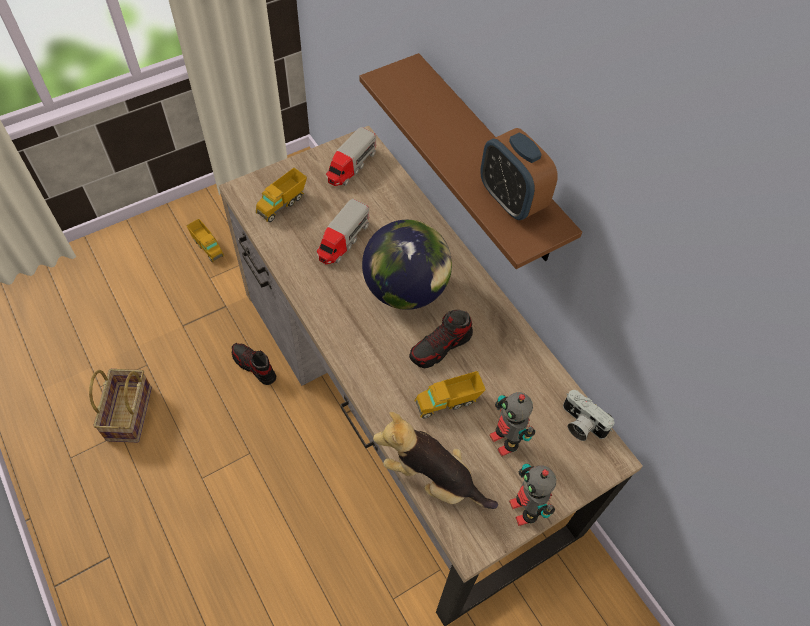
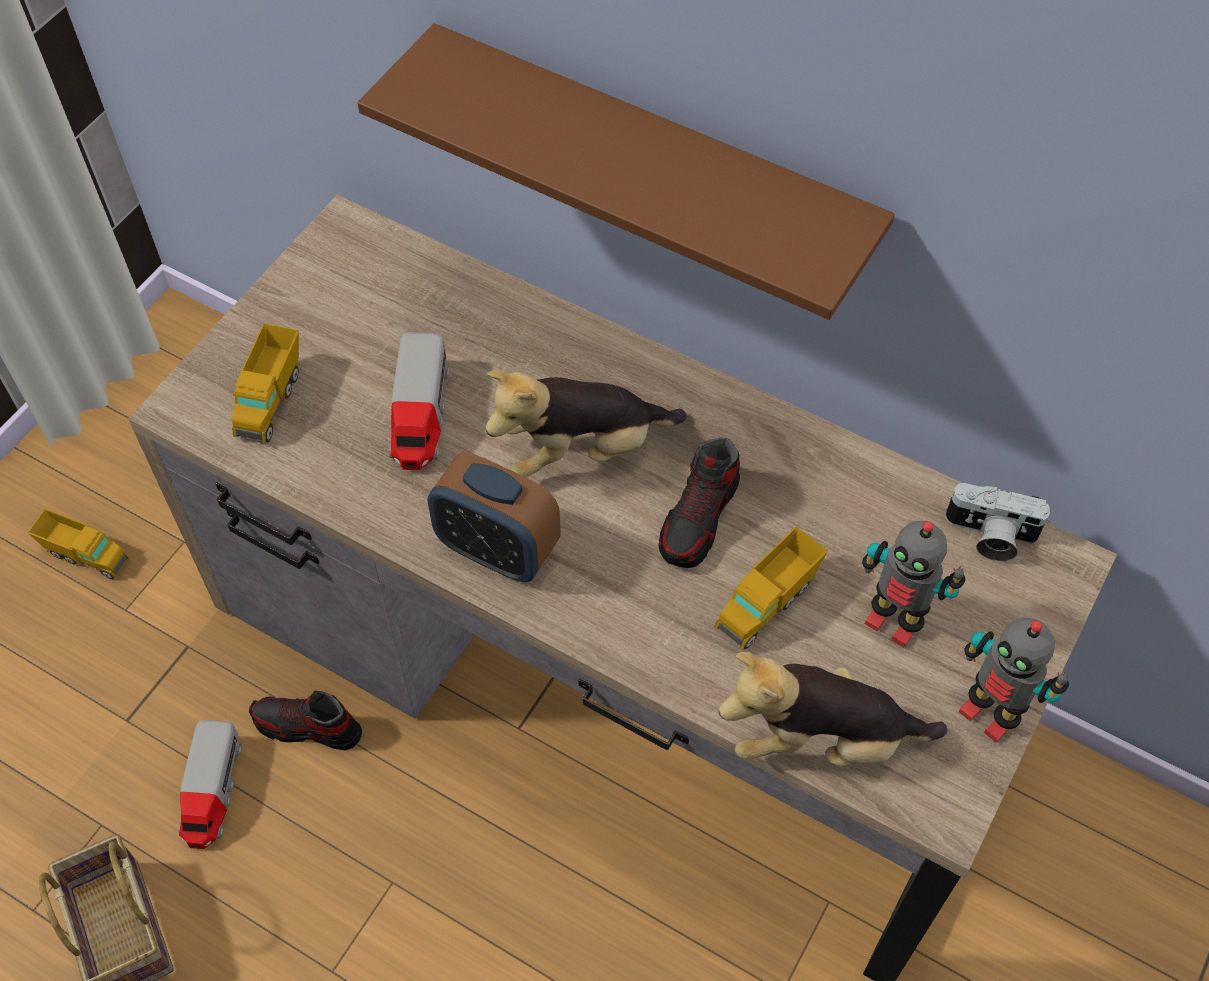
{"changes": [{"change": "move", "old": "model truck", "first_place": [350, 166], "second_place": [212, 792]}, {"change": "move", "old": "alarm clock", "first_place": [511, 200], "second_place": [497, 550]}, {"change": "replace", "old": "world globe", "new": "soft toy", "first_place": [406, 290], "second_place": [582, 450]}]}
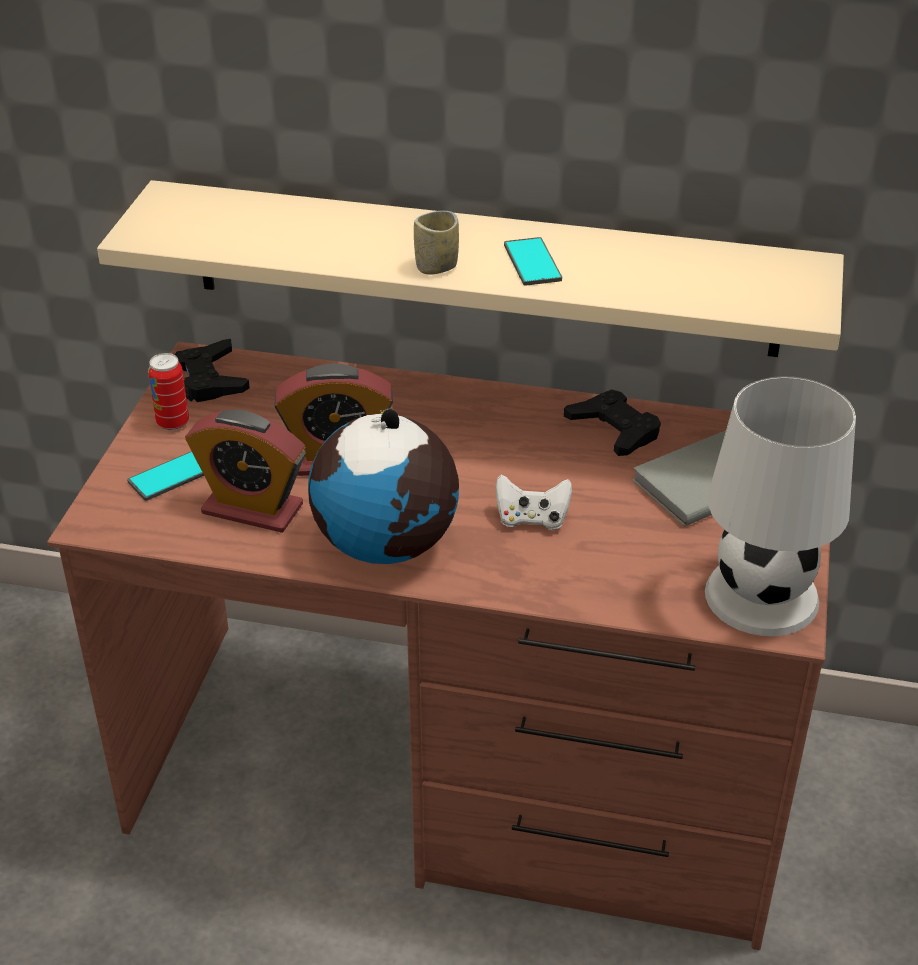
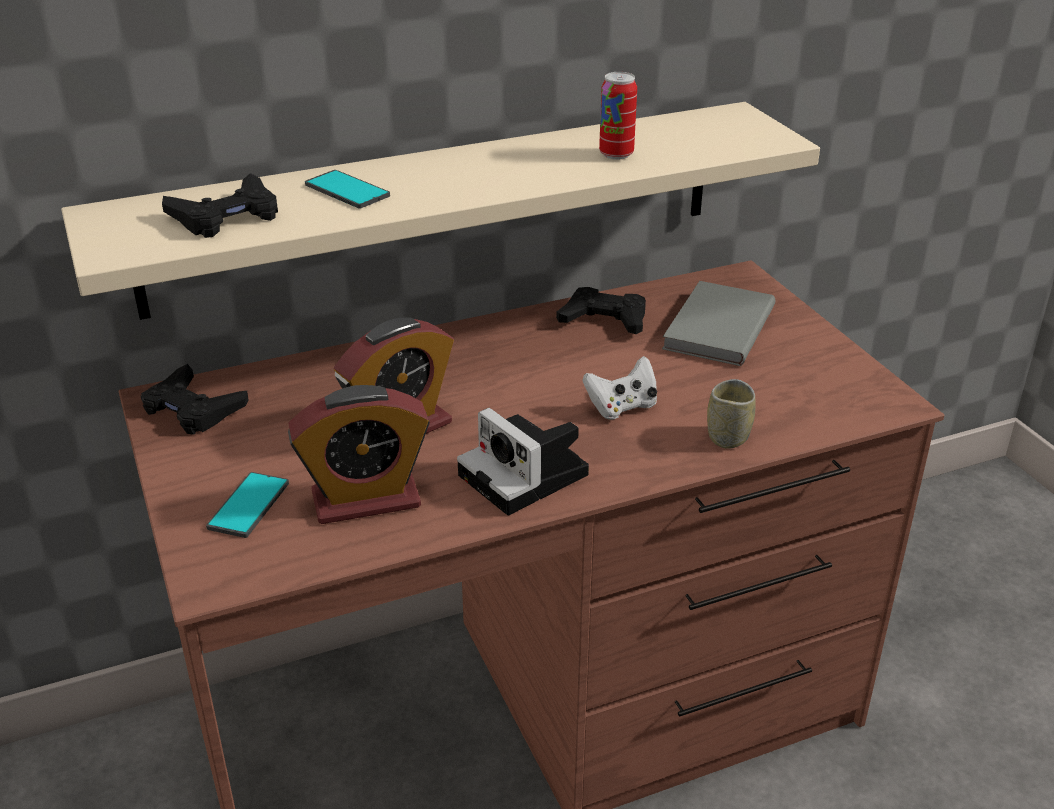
{"changes": [{"change": "move", "old": "small cup", "first_place": [436, 266], "second_place": [728, 437]}, {"change": "move", "old": "telephone", "first_place": [532, 262], "second_place": [347, 191]}, {"change": "move", "old": "metal can", "first_place": [173, 423], "second_place": [616, 154]}, {"change": "delete", "old": "white table lamp", "first_place": [763, 596]}, {"change": "replace", "old": "world globe", "new": "photo camera", "first_place": [387, 545], "second_place": [527, 477]}, {"change": "insert", "new": "blackish gamepad", "second_place": [226, 216]}]}
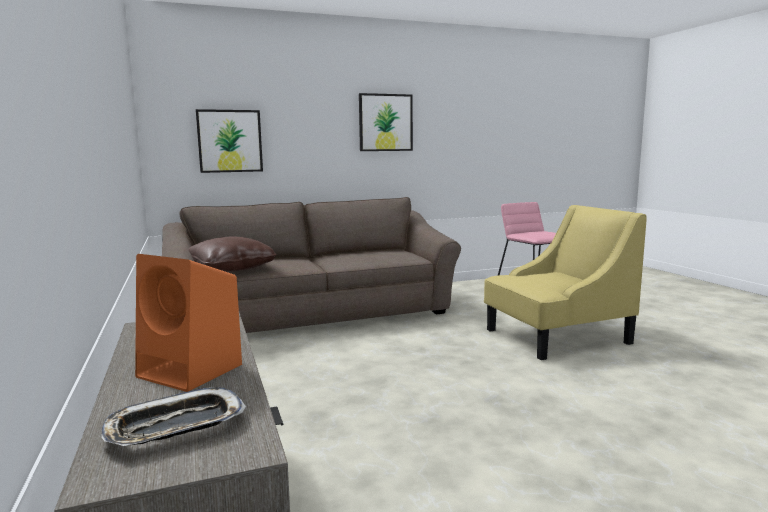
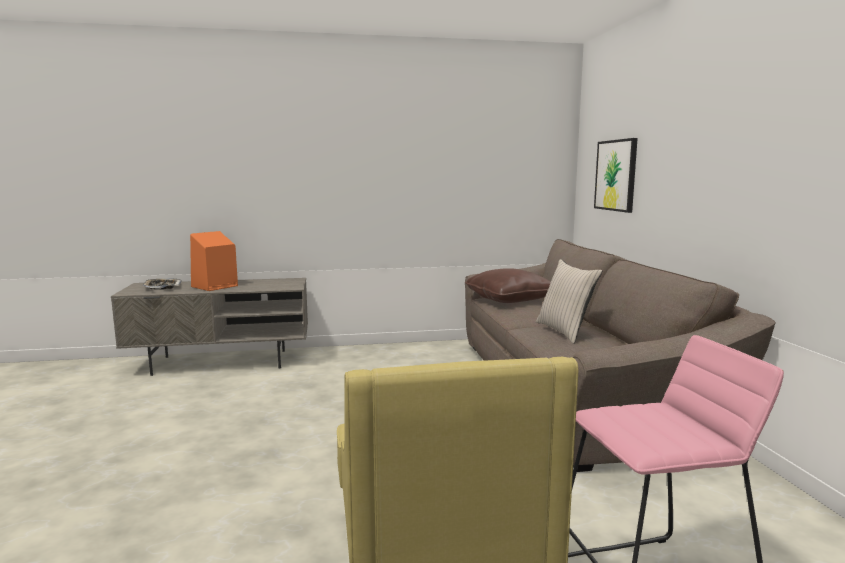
{"changes": [{"change": "delete", "old": "wall picture", "first_place": [385, 122]}, {"change": "insert", "new": "beige-coloured cushion", "second_place": [564, 332]}]}
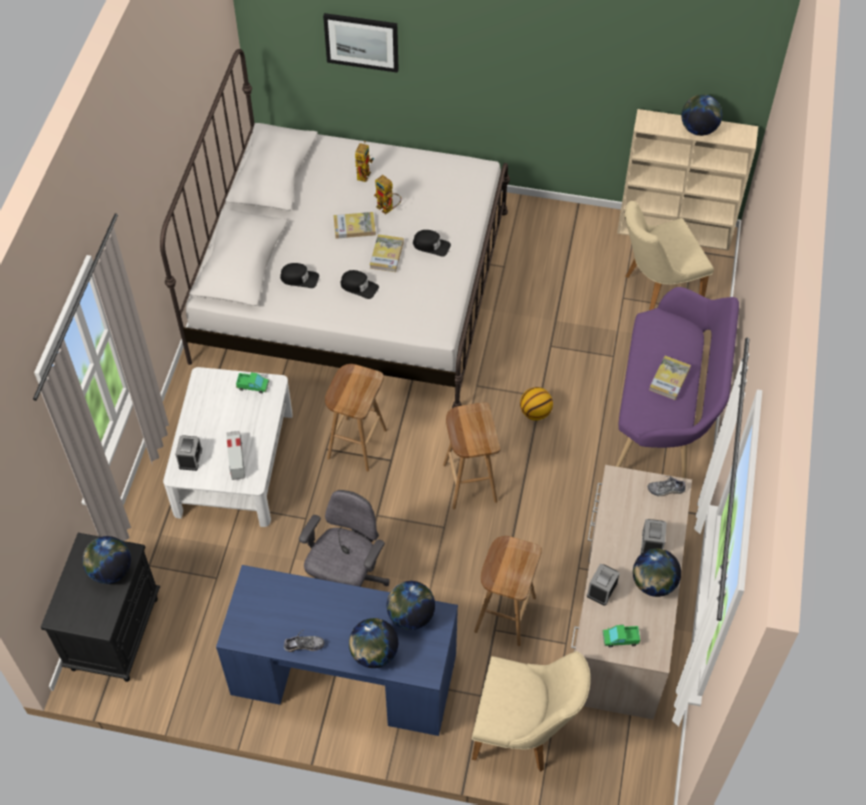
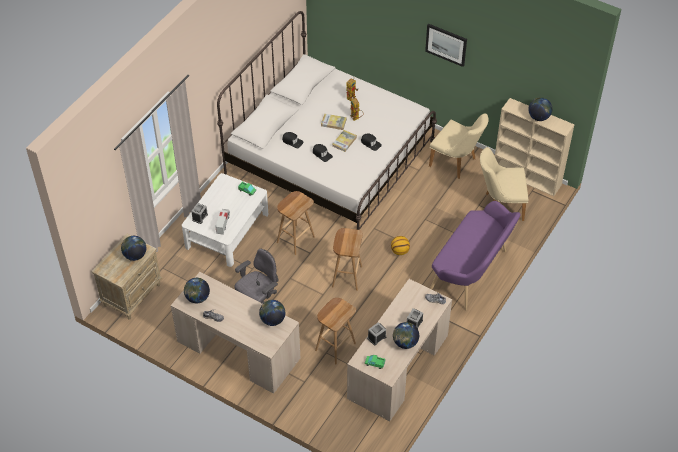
{"changes": [{"change": "move", "old": "wall picture", "first_place": [361, 41], "second_place": [446, 44]}, {"change": "delete", "old": "book", "first_place": [669, 379]}, {"change": "recolor", "old": "blackish nightstand", "new": "beige-coloured nightstand", "first_place": [114, 632], "second_place": [132, 294]}, {"change": "recolor", "old": "blue-coloured desk", "new": "beige-coloured desk", "first_place": [343, 673], "second_place": [238, 349]}, {"change": "move", "old": "world globe", "first_place": [374, 653], "second_place": [197, 298]}, {"change": "move", "old": "beige-coloured upright chair", "first_place": [524, 733], "second_place": [456, 163]}]}
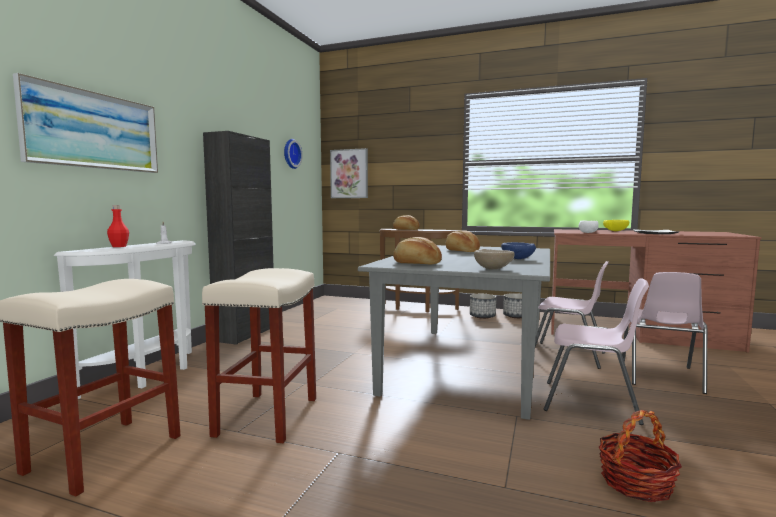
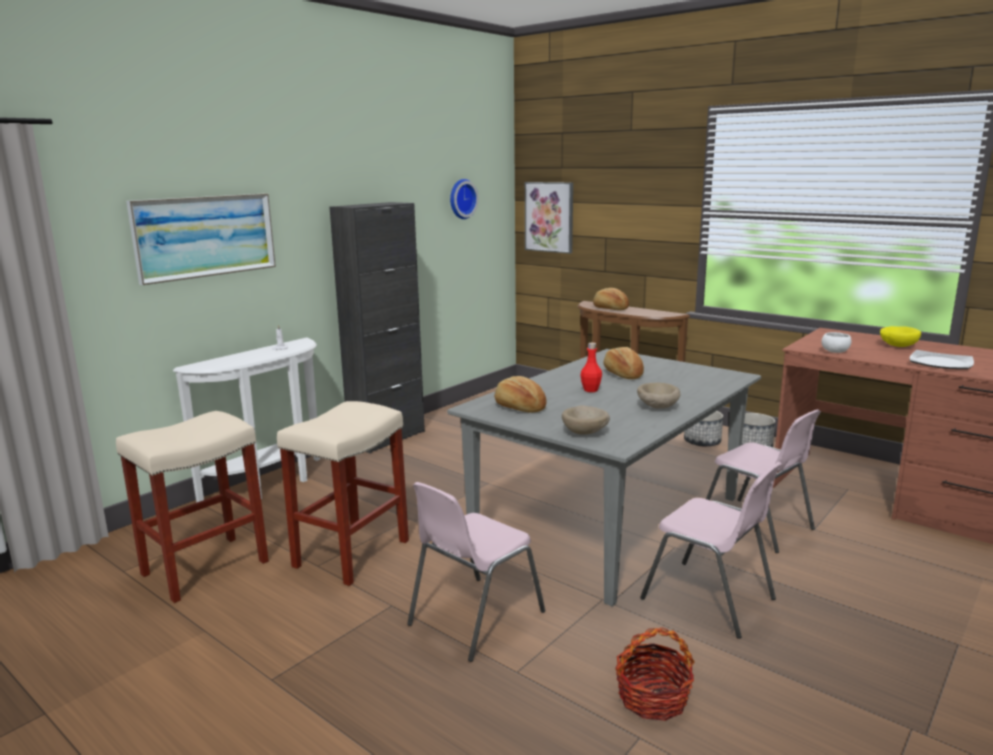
{"changes": [{"change": "move", "old": "reddish bottle", "first_place": [119, 246], "second_place": [591, 390]}, {"change": "recolor", "old": "blue-coloured serving bowl", "new": "beige-coloured serving bowl", "first_place": [517, 259], "second_place": [657, 407]}, {"change": "move", "old": "pinkish upright chair", "first_place": [660, 376], "second_place": [474, 618]}]}
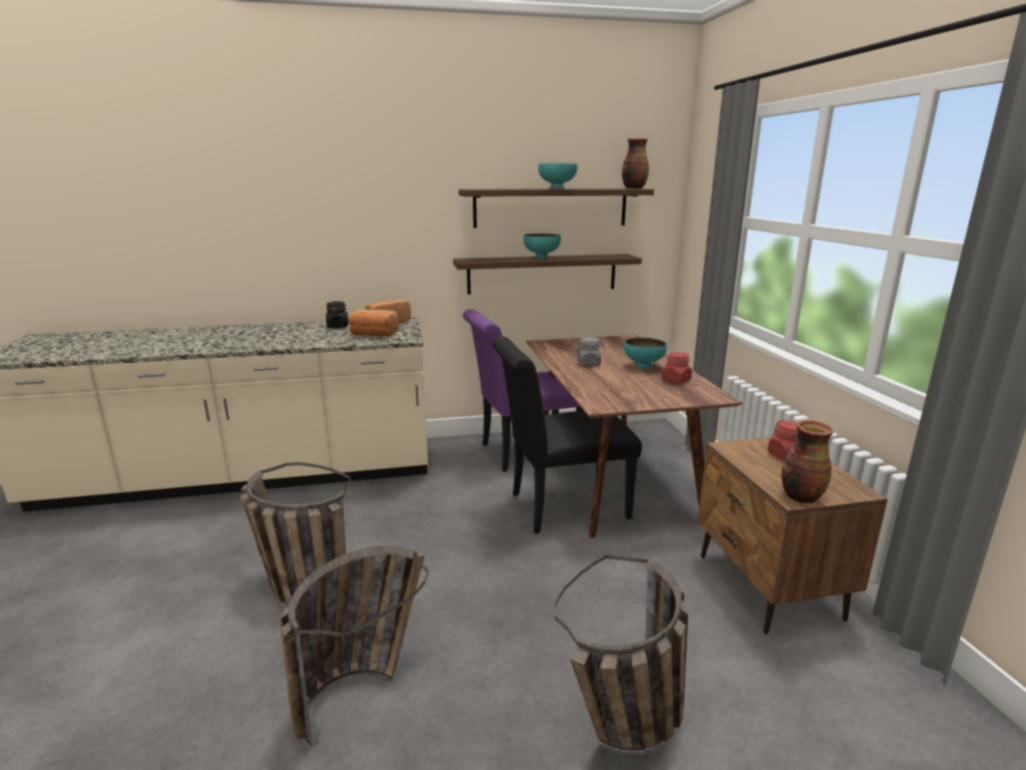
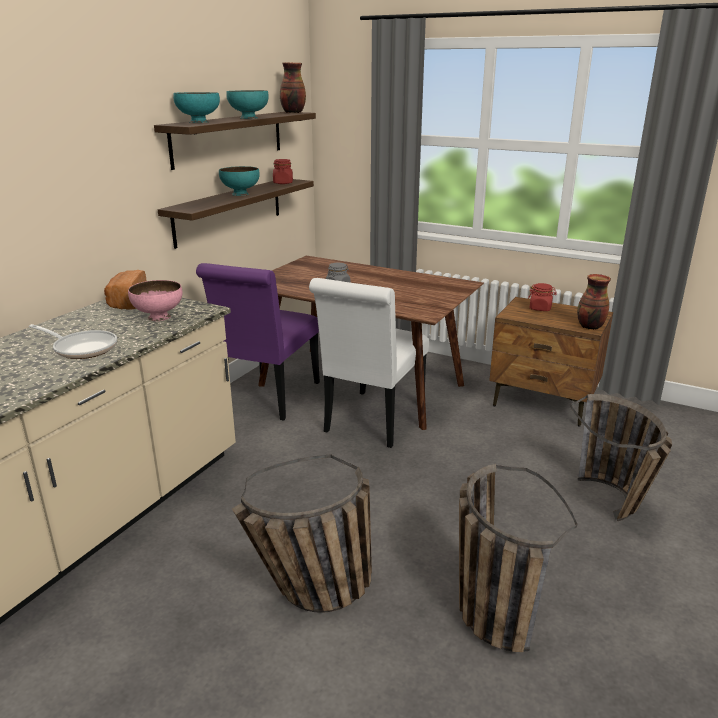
{"changes": [{"change": "delete", "old": "blackish preserve jar", "first_place": [338, 326]}, {"change": "replace", "old": "bakery bread", "new": "pinkish serving bowl", "first_place": [373, 335], "second_place": [158, 317]}, {"change": "recolor", "old": "blackish upright chair", "new": "white upright chair", "first_place": [561, 507], "second_place": [372, 422]}, {"change": "move", "old": "turquoise serving bowl", "first_place": [643, 367], "second_place": [198, 122]}, {"change": "move", "old": "reddish preserve jar", "first_place": [676, 380], "second_place": [283, 183]}, {"change": "insert", "new": "skillet", "second_place": [82, 348]}]}
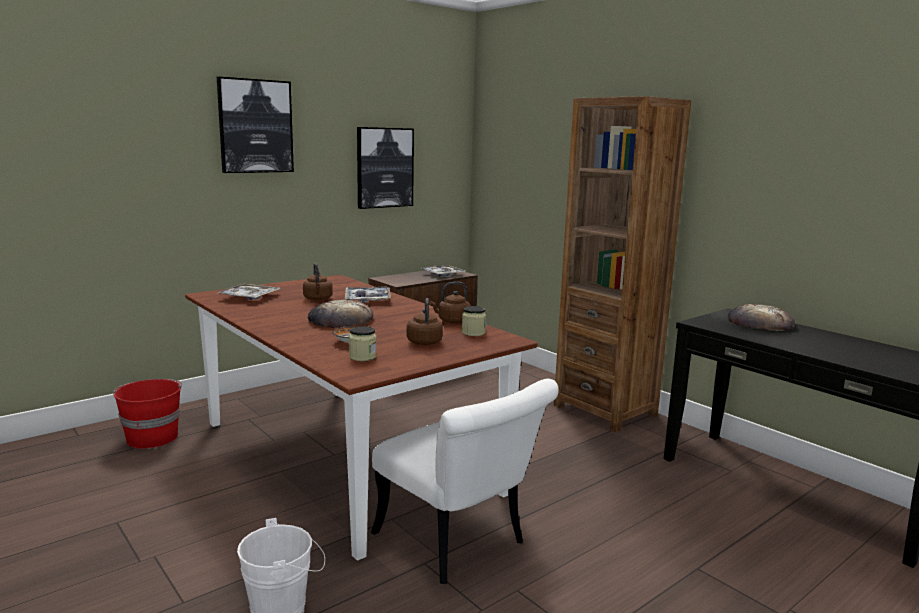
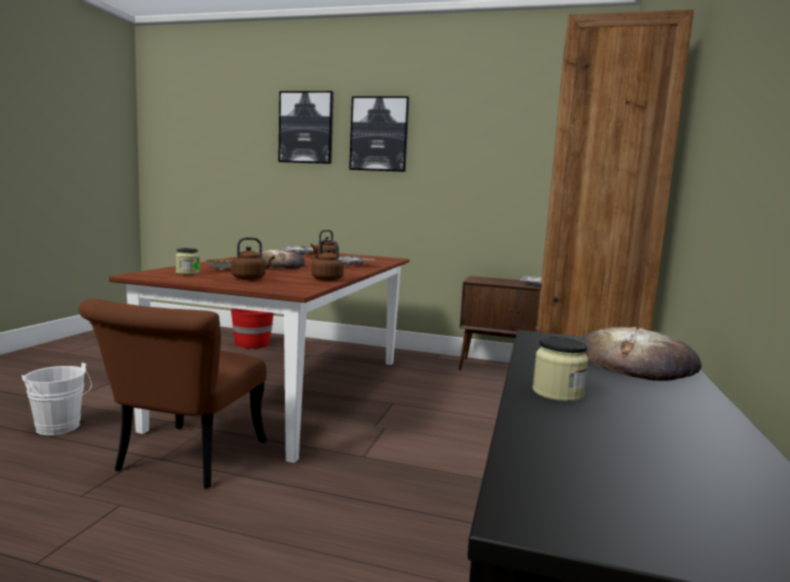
{"changes": [{"change": "move", "old": "wall picture", "first_place": [384, 167], "second_place": [306, 128]}, {"change": "move", "old": "preserve jar", "first_place": [473, 333], "second_place": [557, 393]}, {"change": "recolor", "old": "white upright chair", "new": "brownish upright chair", "first_place": [459, 544], "second_place": [184, 462]}]}
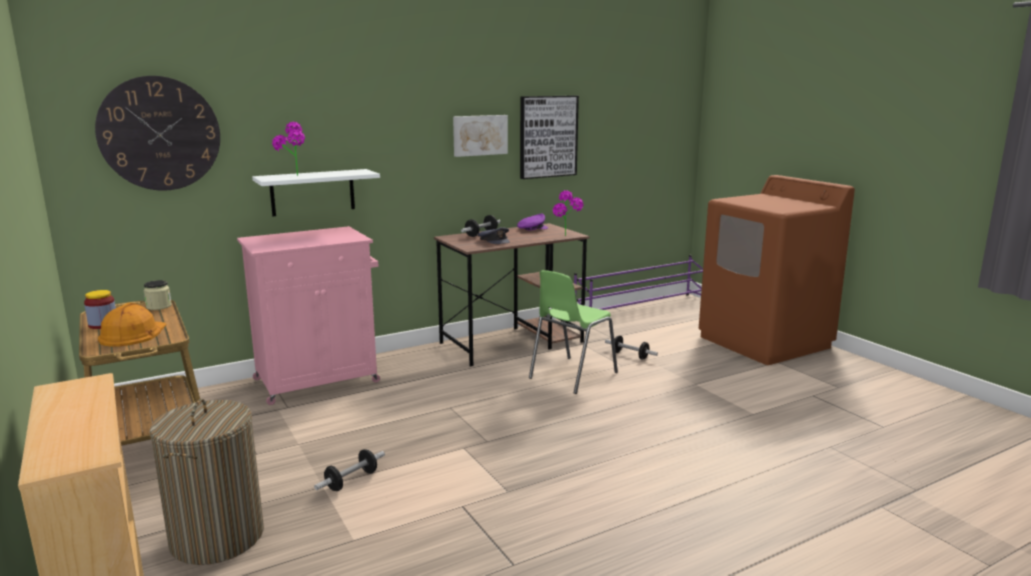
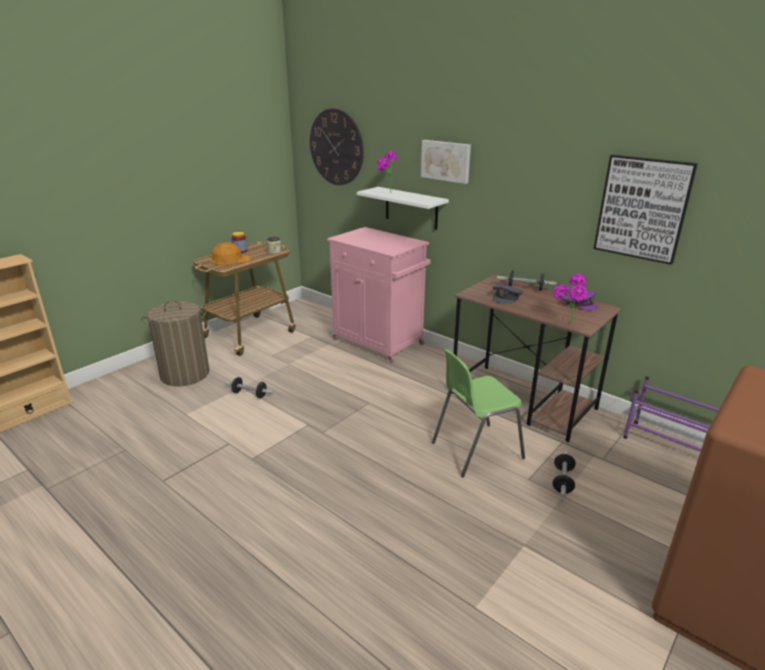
{"changes": [{"change": "move", "old": "wall picture", "first_place": [479, 135], "second_place": [446, 161]}, {"change": "rotate", "old": "green-coloured upright chair", "first_place": [571, 375], "second_place": [475, 450], "degrees": -45}]}
